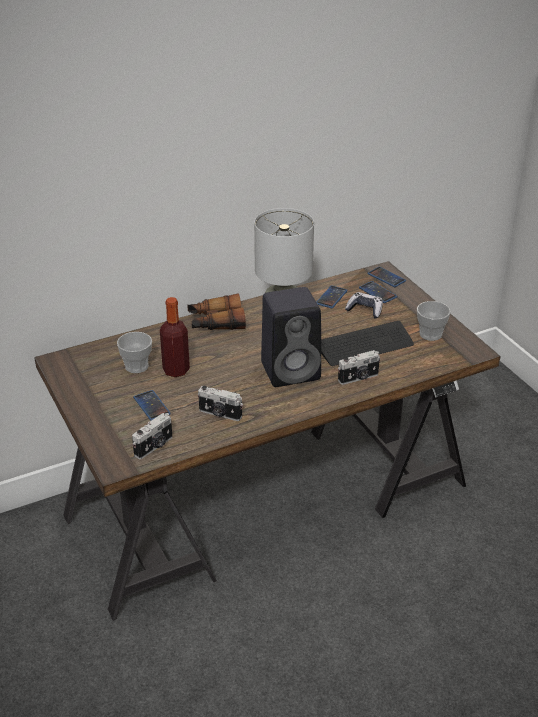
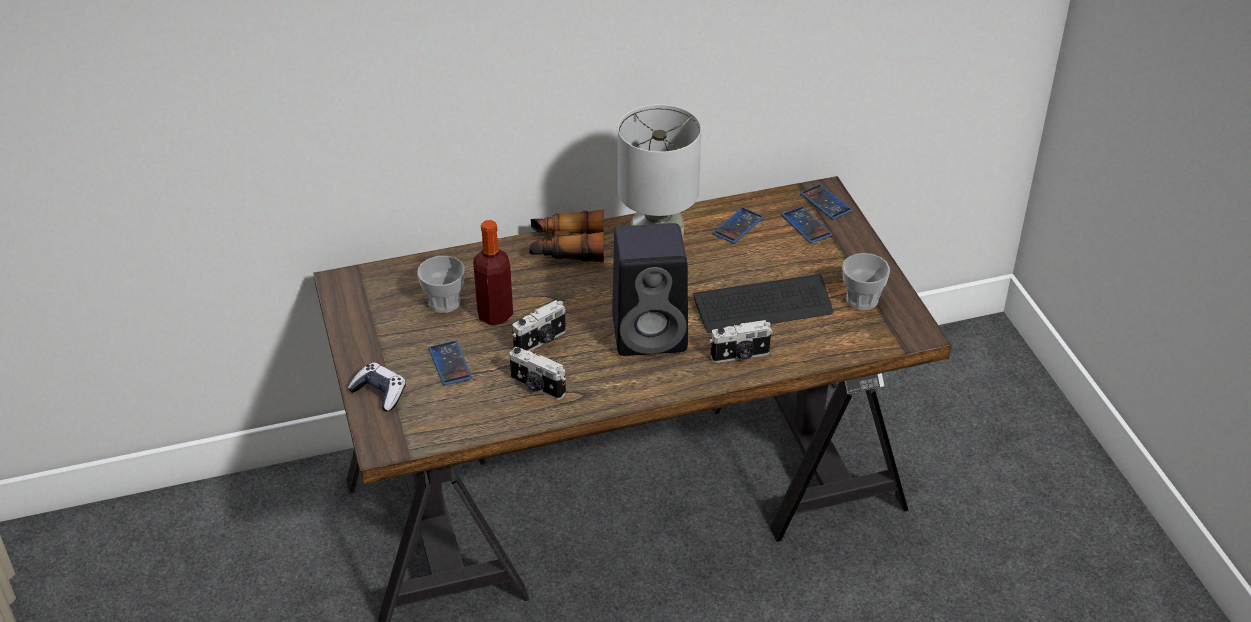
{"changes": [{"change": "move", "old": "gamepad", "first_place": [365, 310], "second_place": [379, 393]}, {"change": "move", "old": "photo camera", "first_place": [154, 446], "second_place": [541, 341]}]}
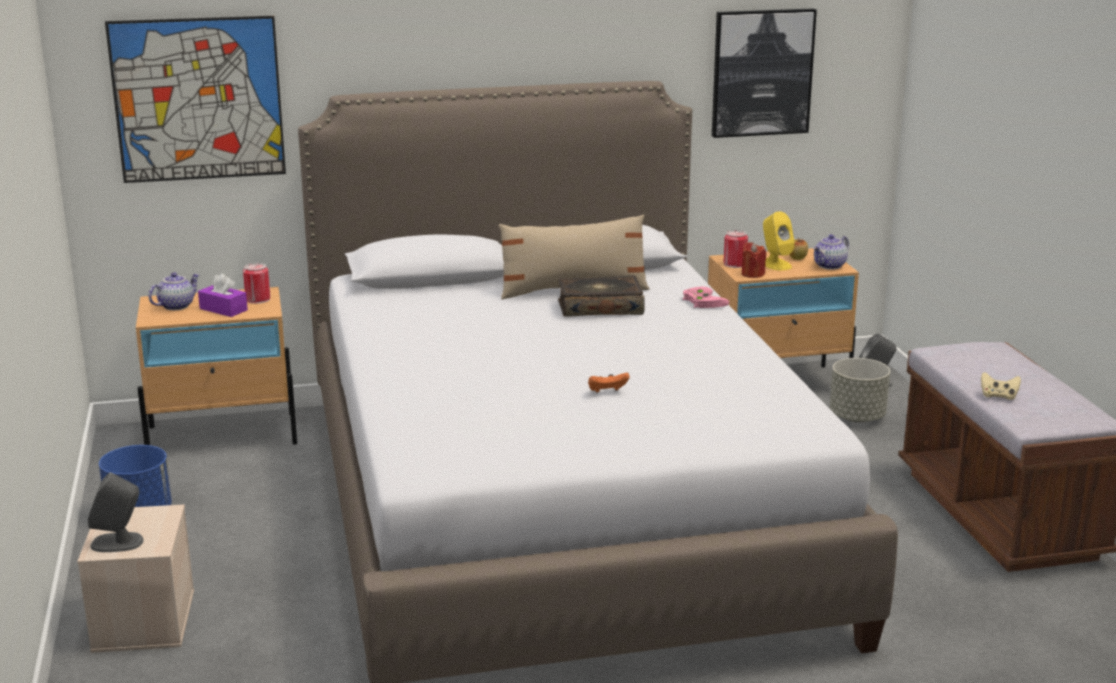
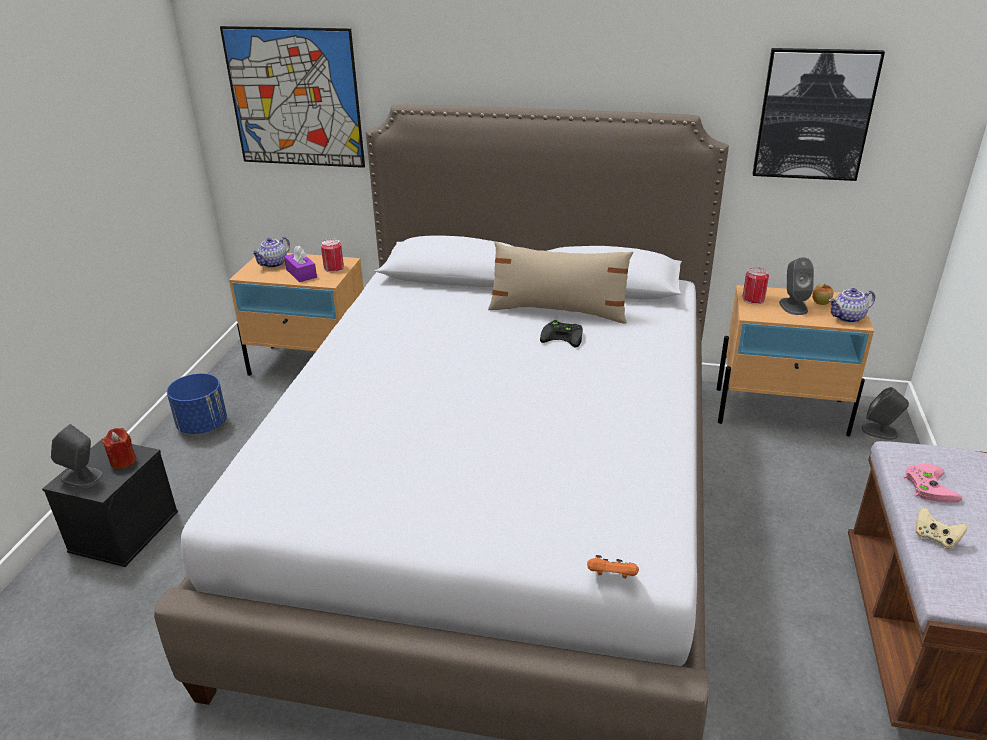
{"changes": [{"change": "recolor", "old": "yellow-coloured loudspeaker", "new": "grey loudspeaker", "first_place": [775, 264], "second_place": [793, 306]}, {"change": "move", "old": "reddish candle", "first_place": [752, 274], "second_place": [123, 461]}, {"change": "rotate", "old": "tea pot", "first_place": [176, 306], "second_place": [274, 264], "degrees": 150}, {"change": "replace", "old": "book", "new": "blackish gamepad", "first_place": [600, 307], "second_place": [564, 336]}, {"change": "move", "old": "pinkish gamepad", "first_place": [702, 301], "second_place": [927, 485]}, {"change": "delete", "old": "grey planter", "first_place": [857, 417]}, {"change": "move", "old": "orange gamepad", "first_place": [607, 392], "second_place": [612, 577]}, {"change": "recolor", "old": "beige-coloured storage box", "new": "blackish storage box", "first_place": [143, 619], "second_place": [124, 530]}]}
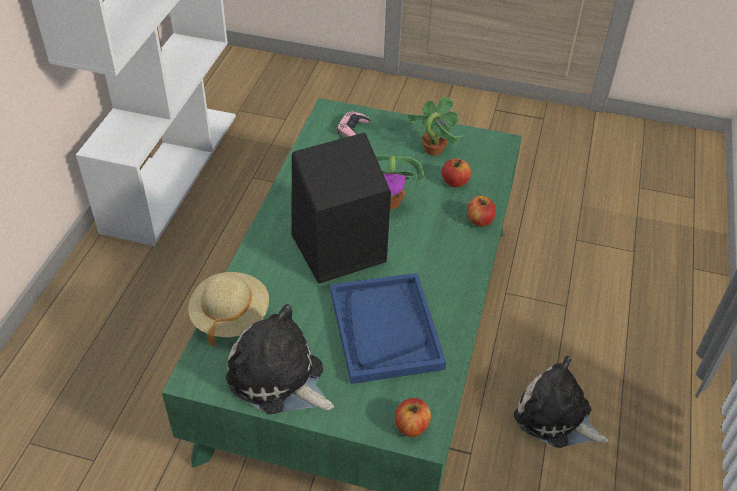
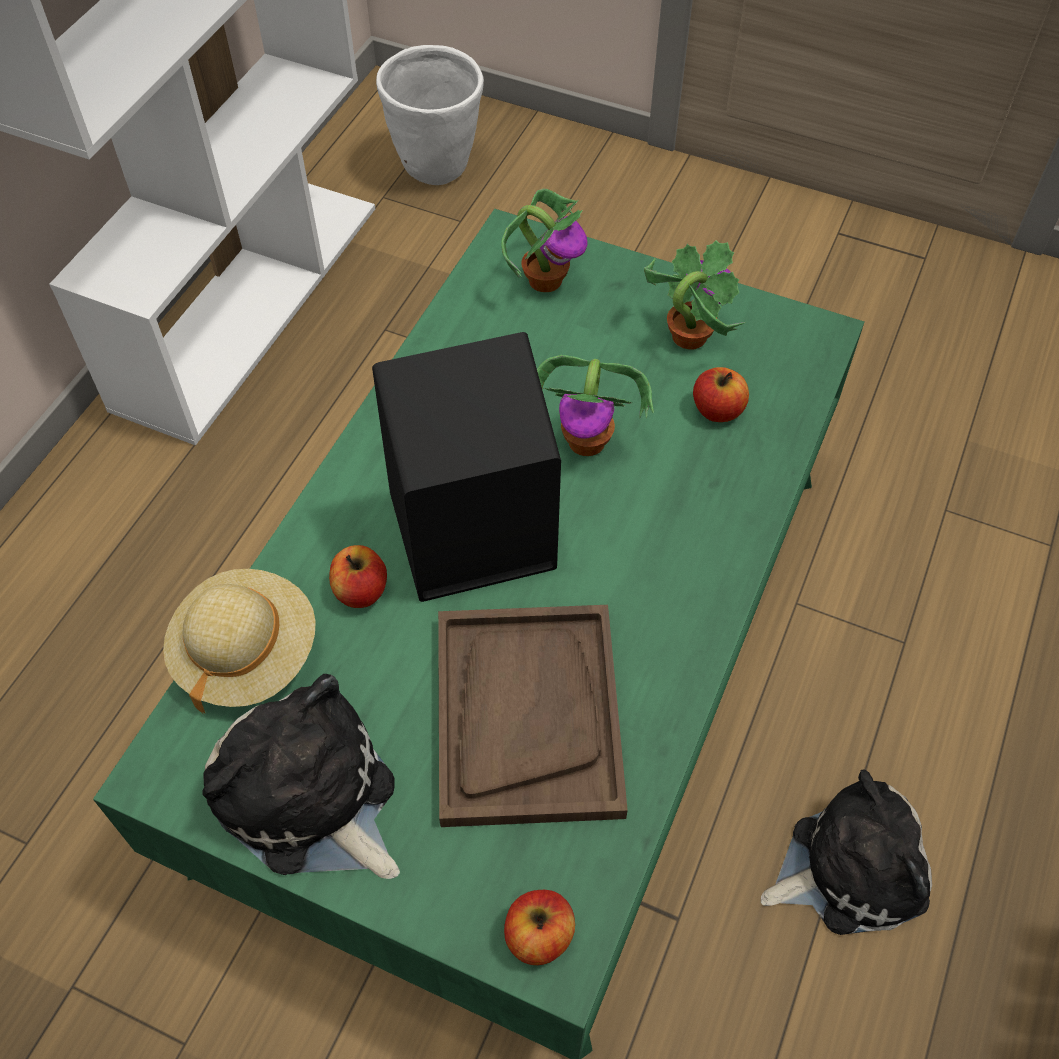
{"changes": [{"change": "replace", "old": "pinkish gamepad", "new": "houseplant", "first_place": [352, 129], "second_place": [545, 279]}, {"change": "move", "old": "whole apple", "first_place": [480, 220], "second_place": [361, 590]}, {"change": "recolor", "old": "blue-coloured tray", "new": "brownish tray", "first_place": [385, 329], "second_place": [527, 714]}, {"change": "rotate", "old": "soft toy", "first_place": [556, 417], "second_place": [848, 868], "degrees": 120}, {"change": "insert", "new": "white planter", "second_place": [437, 168]}]}
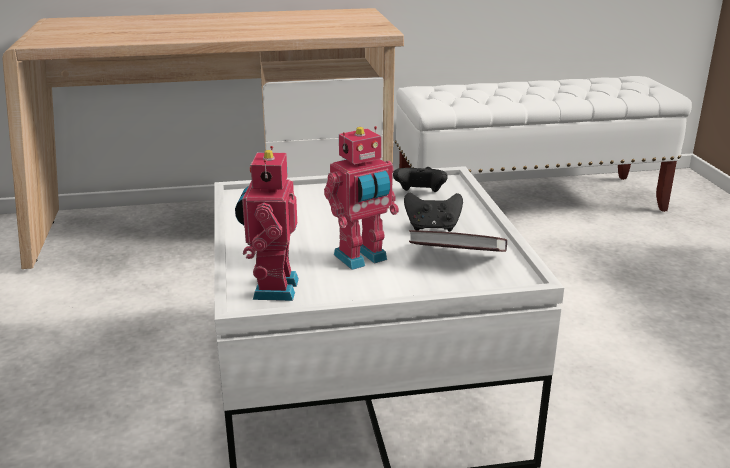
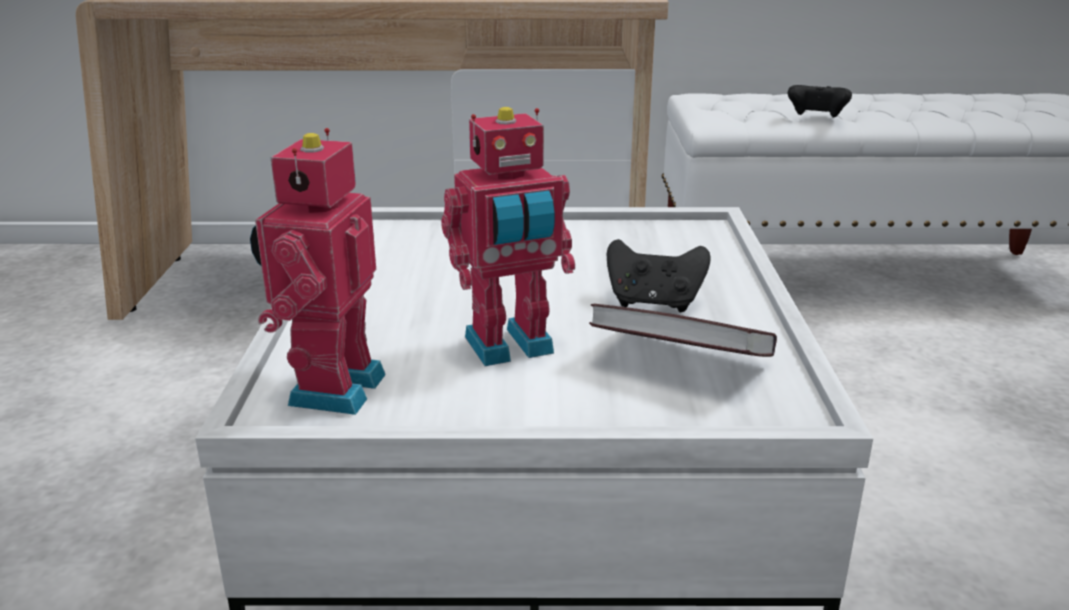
{"changes": [{"change": "move", "old": "blackish gamepad", "first_place": [420, 194], "second_place": [816, 118]}]}
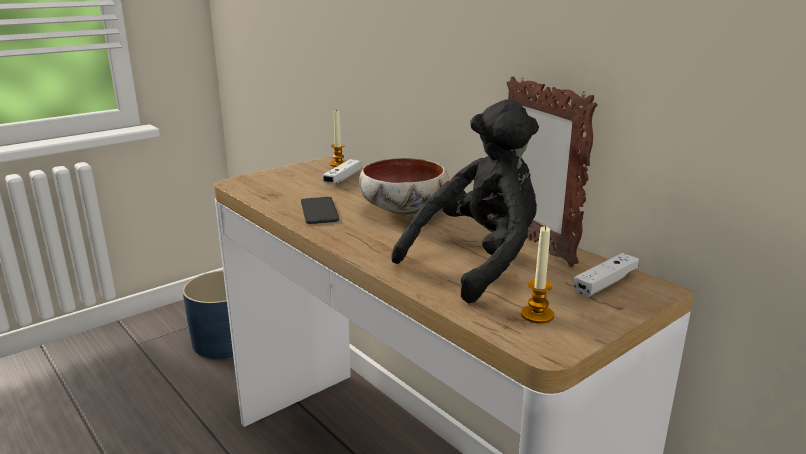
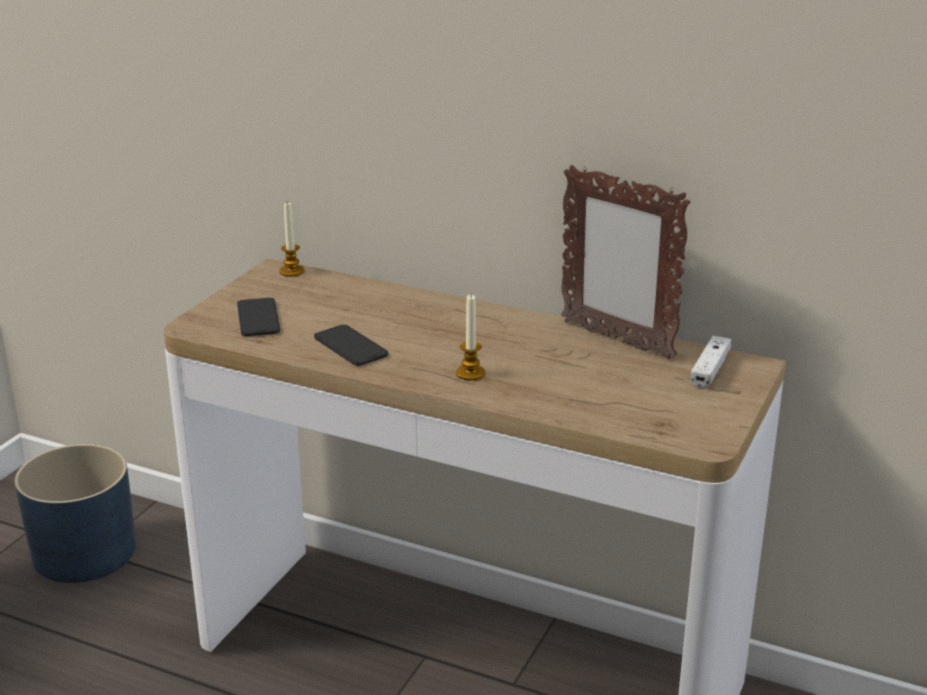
{"changes": [{"change": "delete", "old": "blackish soft toy", "first_place": [478, 262]}, {"change": "delete", "old": "serving bowl", "first_place": [405, 211]}, {"change": "delete", "old": "white gamepad", "first_place": [342, 178]}, {"change": "move", "old": "candle", "first_place": [537, 315], "second_place": [470, 373]}, {"change": "insert", "new": "telephone", "second_place": [258, 318]}]}
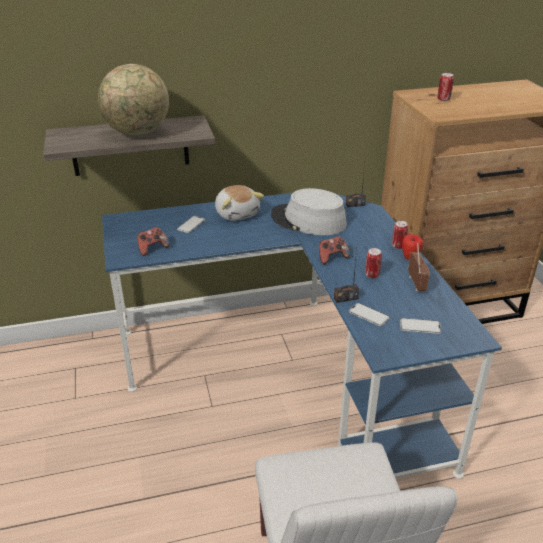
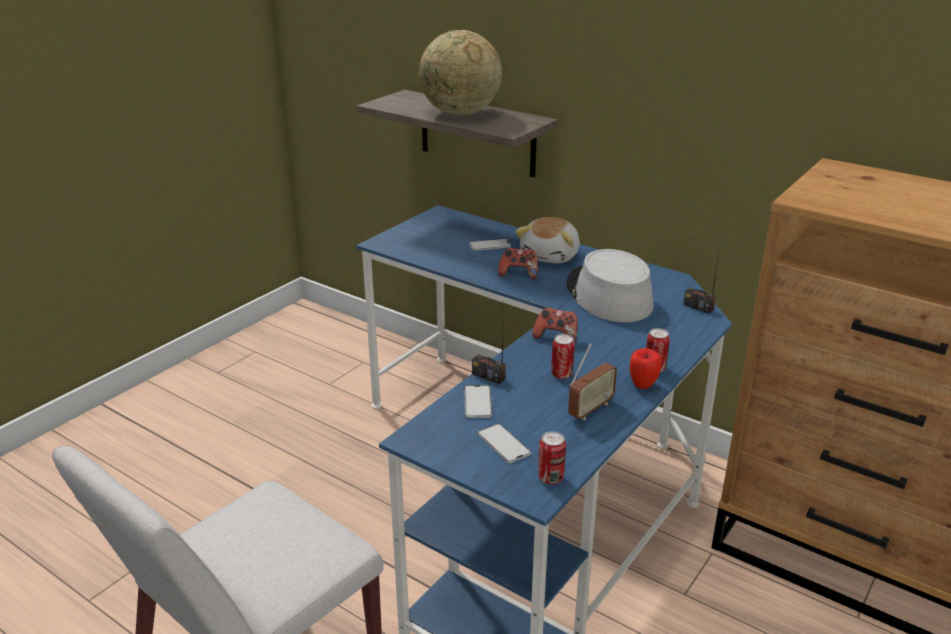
{"changes": [{"change": "move", "old": "metal can", "first_place": [443, 99], "second_place": [550, 478]}, {"change": "move", "old": "gamepad", "first_place": [152, 248], "second_place": [519, 274]}]}
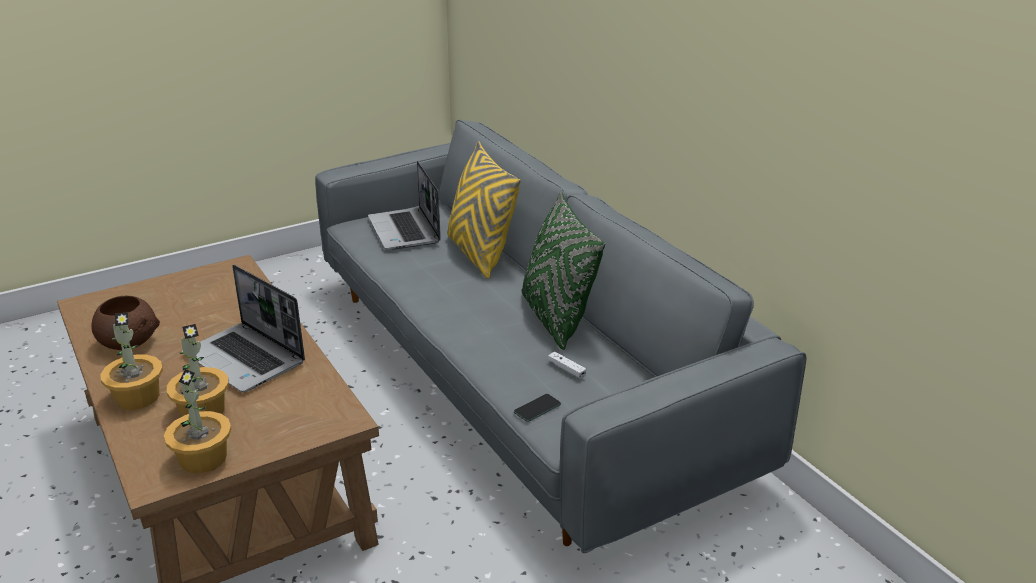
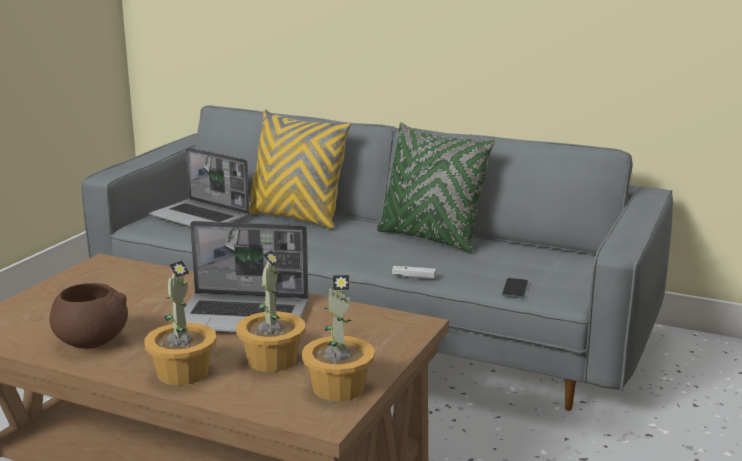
{"changes": [{"change": "move", "old": "white gamepad", "first_place": [566, 369], "second_place": [413, 277]}]}
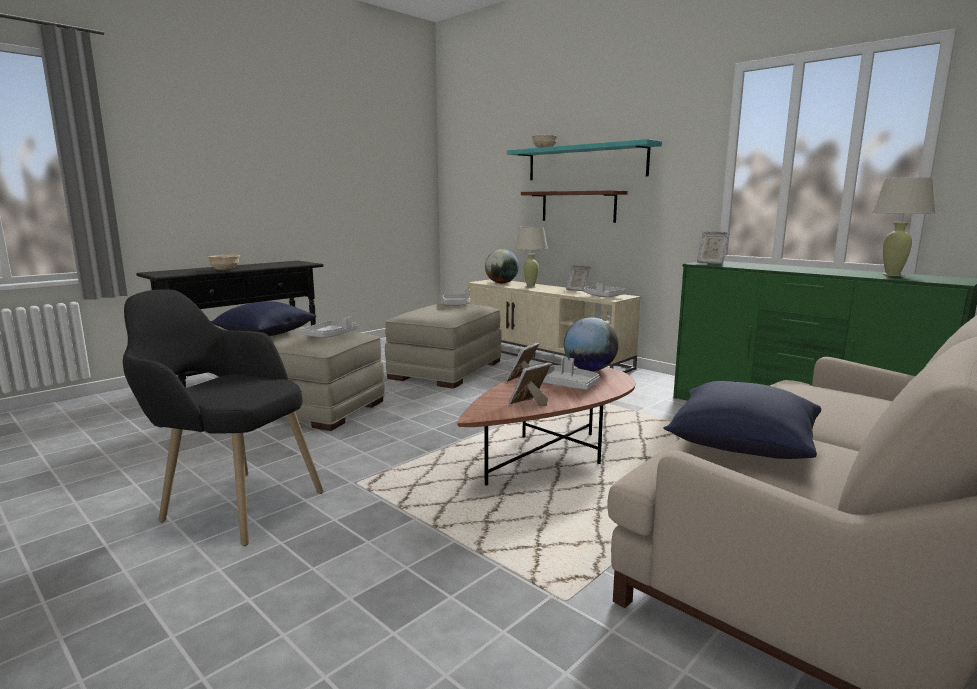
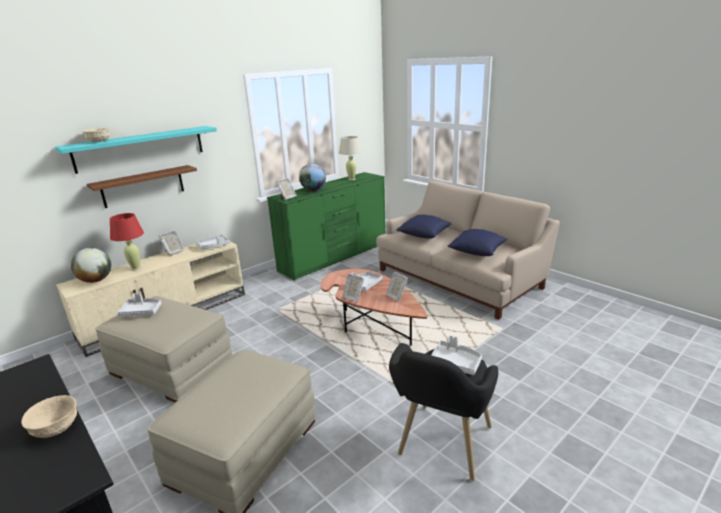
{"changes": [{"change": "recolor", "old": "beige-coloured table lamp", "new": "reddish table lamp", "first_place": [530, 286], "second_place": [136, 268]}, {"change": "move", "old": "blue-coloured cushion", "first_place": [265, 334], "second_place": [423, 235]}, {"change": "move", "old": "grey tray", "first_place": [330, 336], "second_place": [455, 363]}, {"change": "move", "old": "world globe", "first_place": [589, 370], "second_place": [313, 190]}]}
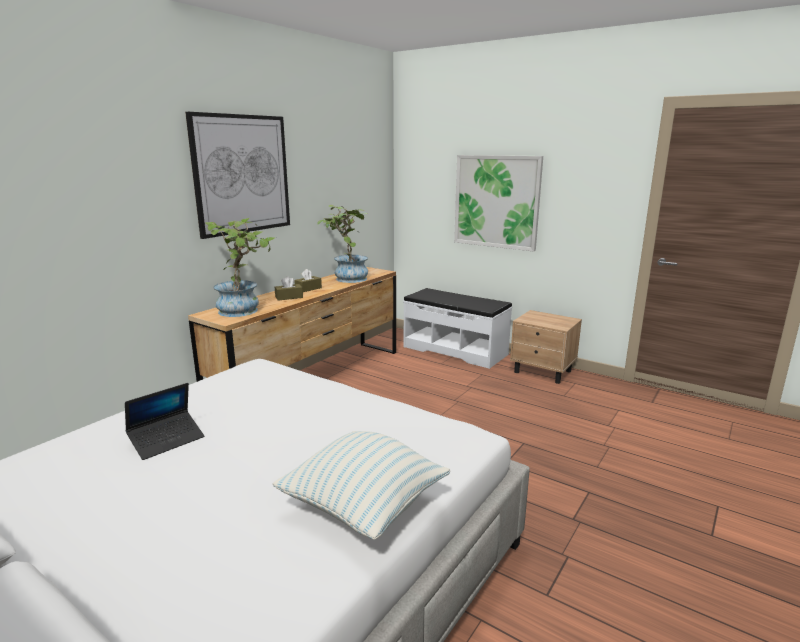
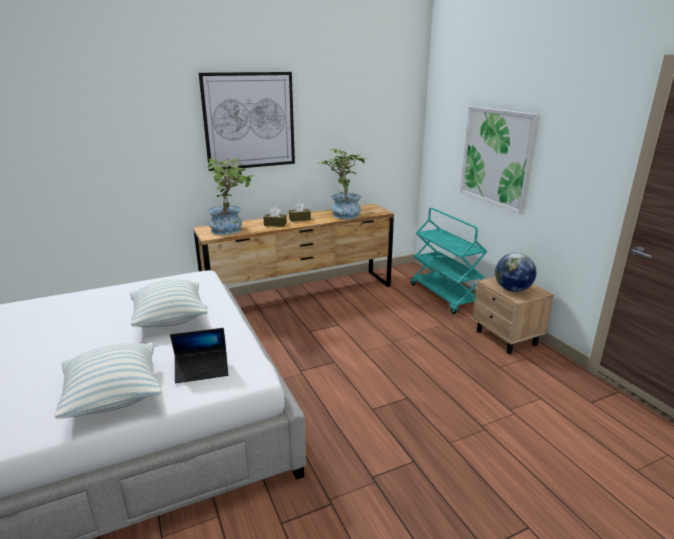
{"changes": [{"change": "replace", "old": "white long seat", "new": "turquoise trolley", "first_place": [455, 350], "second_place": [444, 296]}, {"change": "move", "old": "notebook computer", "first_place": [167, 440], "second_place": [202, 370]}, {"change": "insert", "new": "world globe", "second_place": [512, 290]}, {"change": "insert", "new": "cushion", "second_place": [170, 320]}]}
